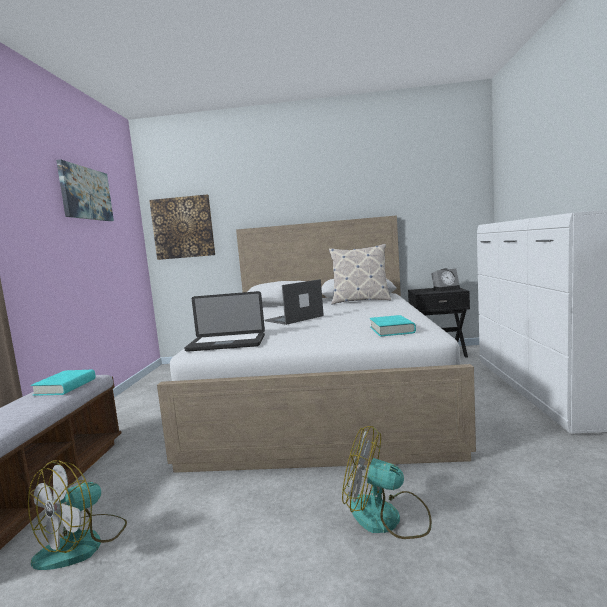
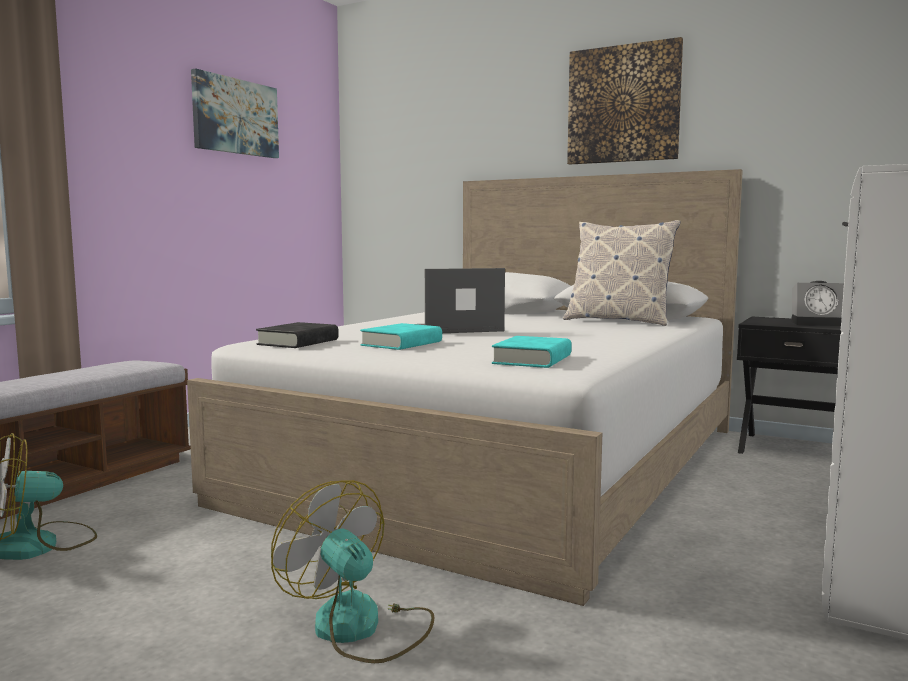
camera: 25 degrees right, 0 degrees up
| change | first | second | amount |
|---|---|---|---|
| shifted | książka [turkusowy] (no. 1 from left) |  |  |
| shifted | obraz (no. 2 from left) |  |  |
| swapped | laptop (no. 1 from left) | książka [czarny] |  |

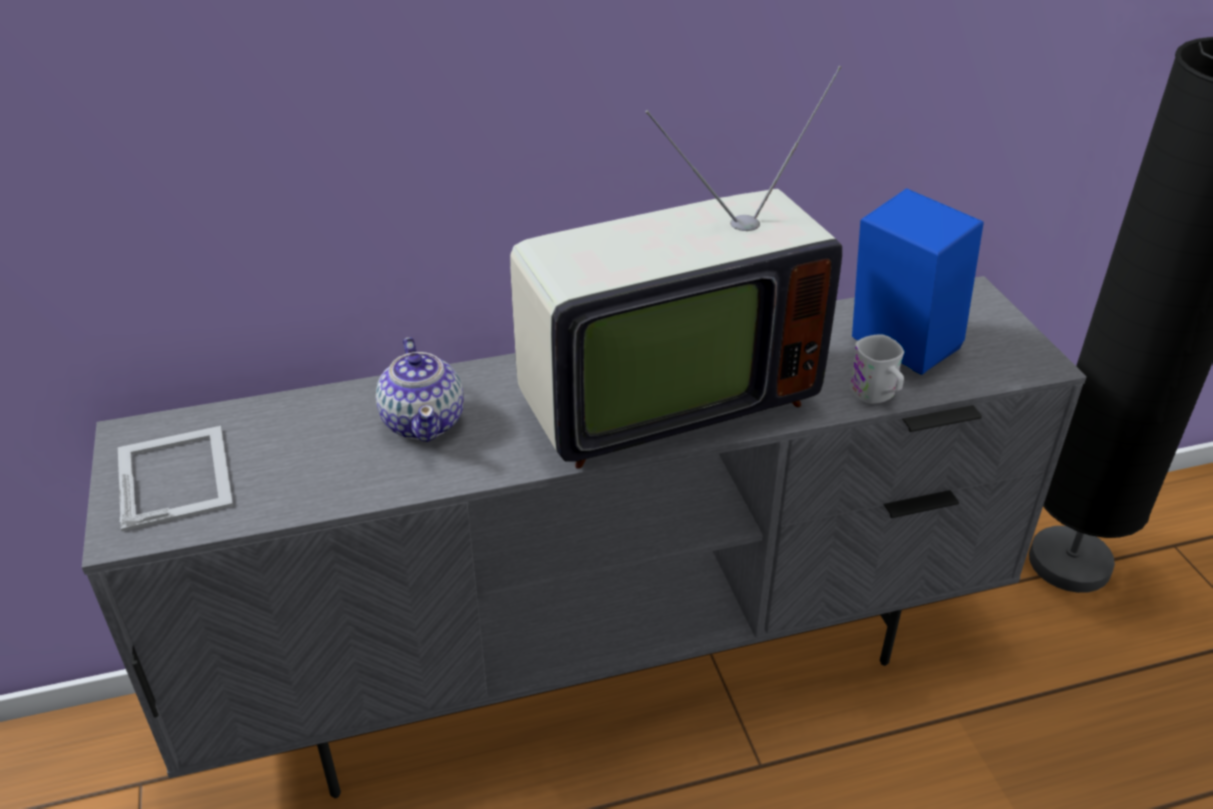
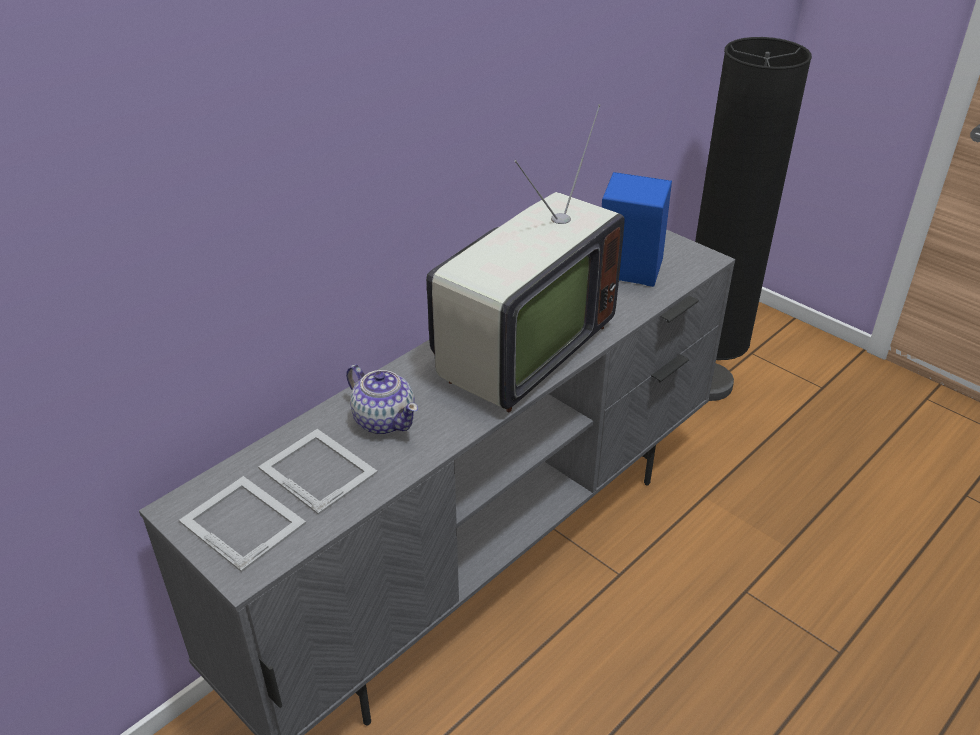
camera: 30 degrees left, 0 degrees up
| change | first | second | amount |
|---|---|---|---|
| gone | kubek [biały] |  |  |
| new |  | ramka na zdjęcie (no. 2 from left) |  |

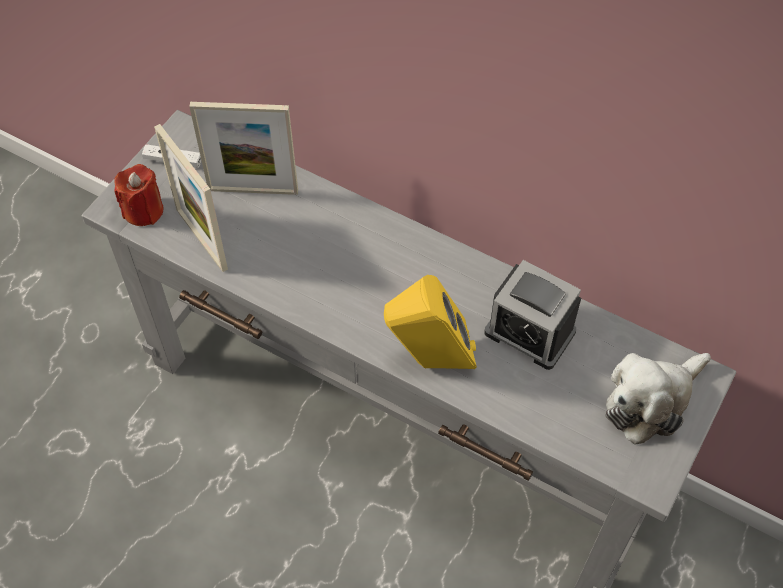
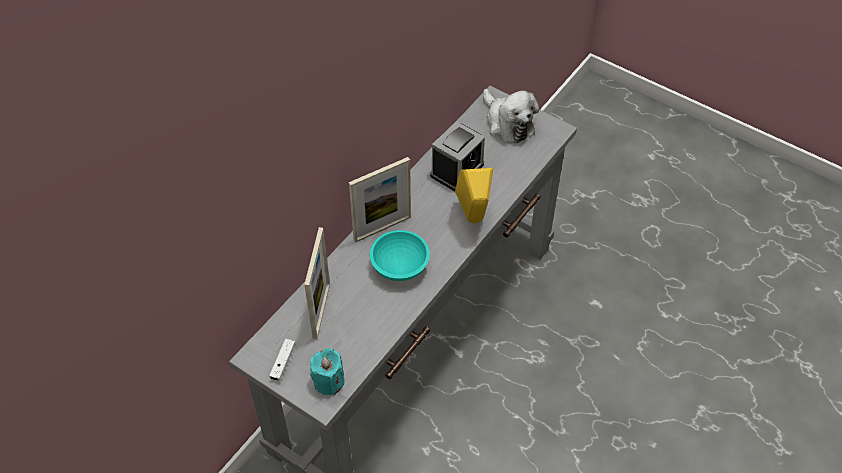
camera: 85 degrees left, 5 degrees down
| change | first | second | amount |
|---|---|---|---|
| new |  | miska [turkusowy] |  |
| shifted | ramka na zdjęcie (no. 1 from left in the first image) | ramka na zdjęcie (no. 2 from left) |  |
| repainted | świeca [czerwony] | świeca [turkusowy] |  |

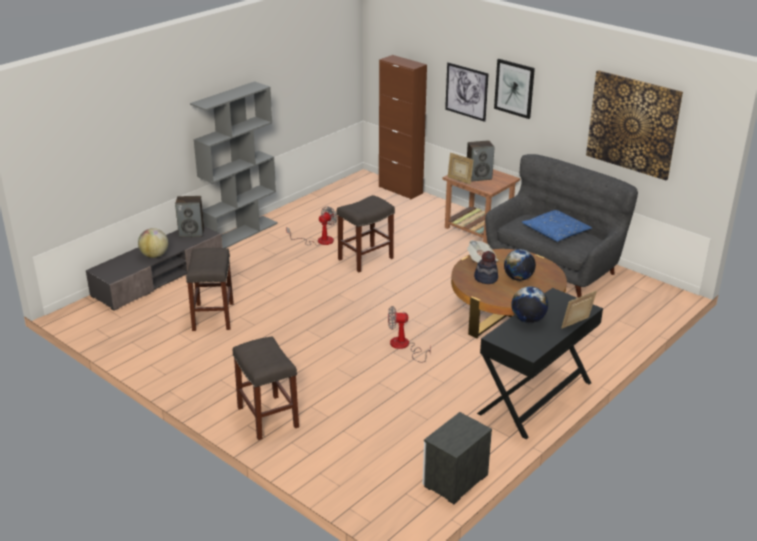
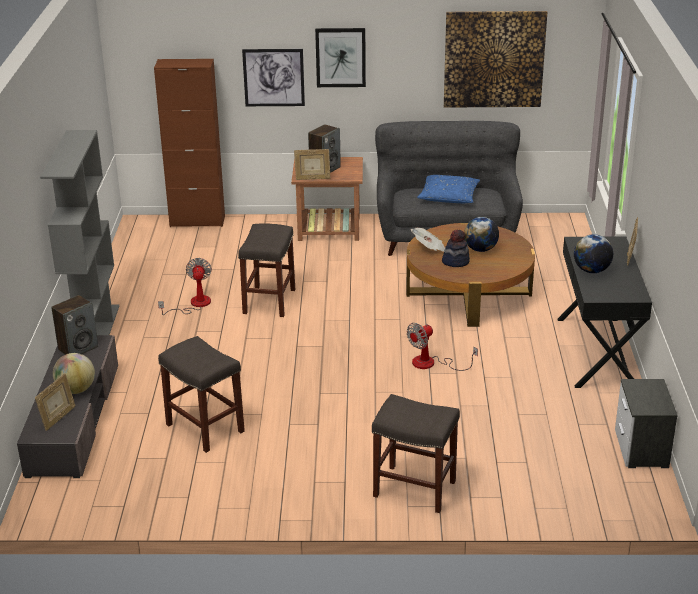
camera: 40 degrees left, 0 degrees up
| change | first | second | amount |
|---|---|---|---|
| new |  | ramka na zdjęcie (no. 1 from left) |  |

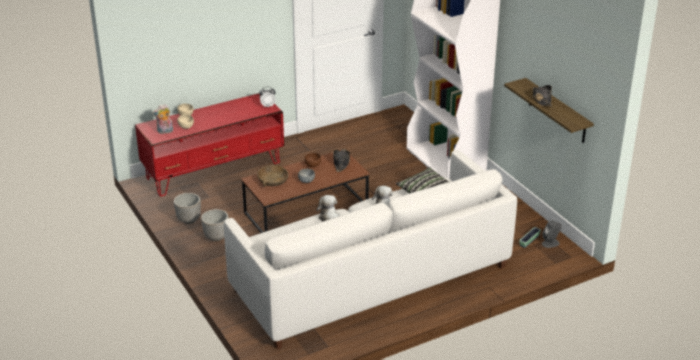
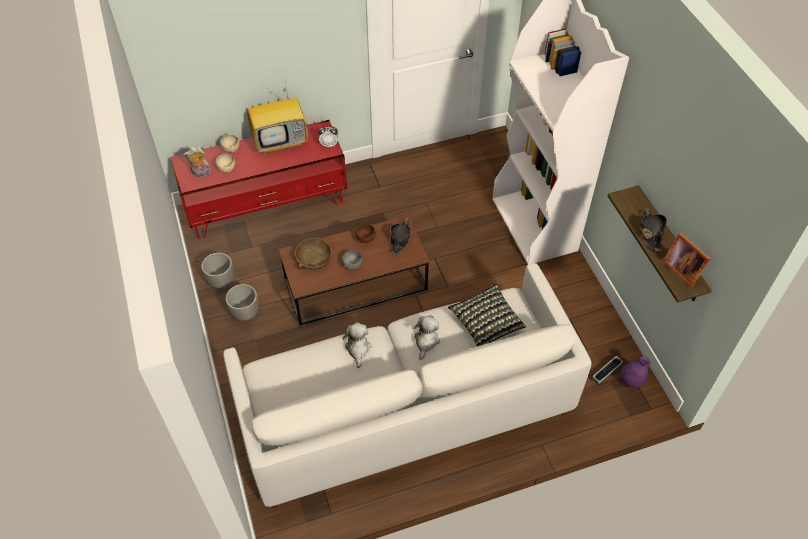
camera: 10 degrees right, 20 degrees up
| change | first | second | amount |
|---|---|---|---|
| new |  | telewizor |  |
| new |  | ramka na zdjęcie |  |
| swapped | głośnik [szary] | wazon [fioletowy] |  |

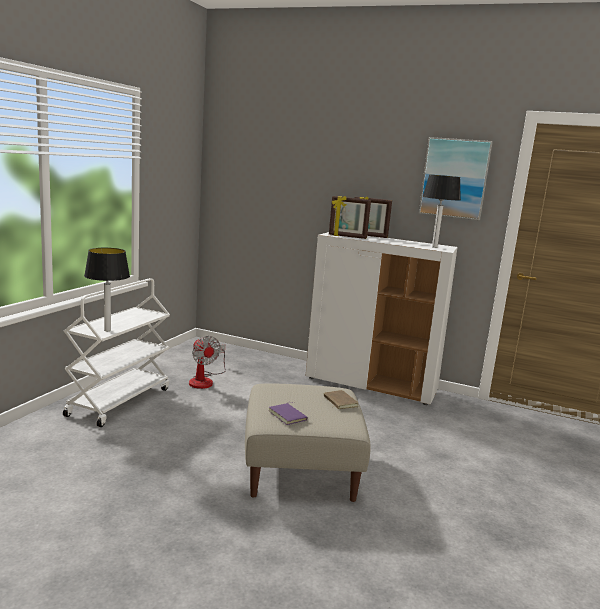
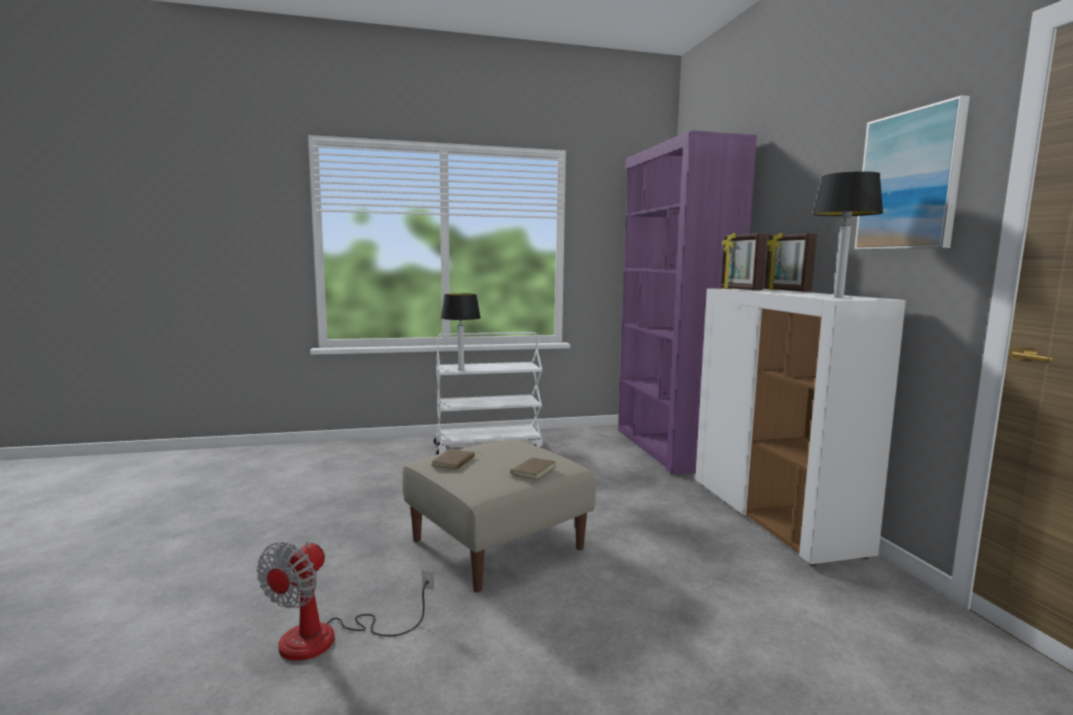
camera: 55 degrees right, 5 degrees down
| change | first | second | amount |
|---|---|---|---|
| new |  | regał [fioletowy] |  |
| shifted | wentylator |  |  |
| repainted | książka [fioletowy] | książka [brązowy] (no. 1 from left) |  |

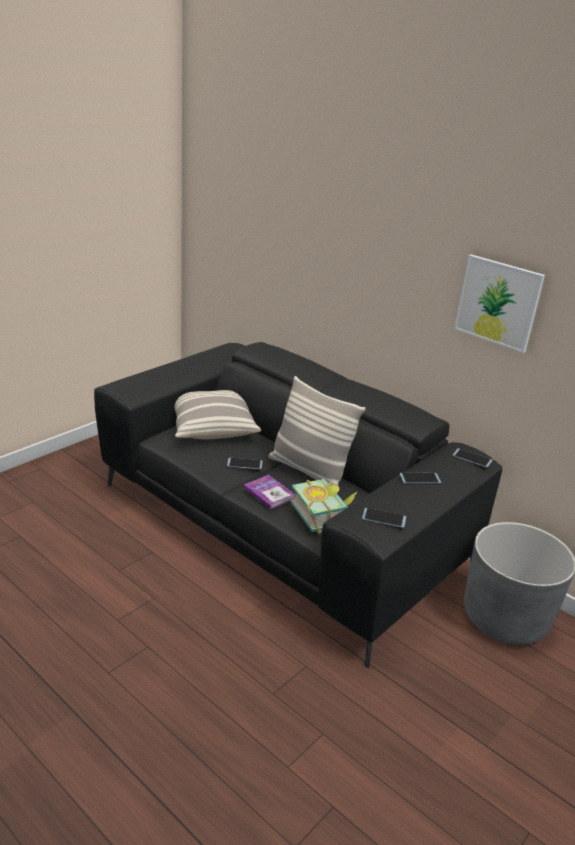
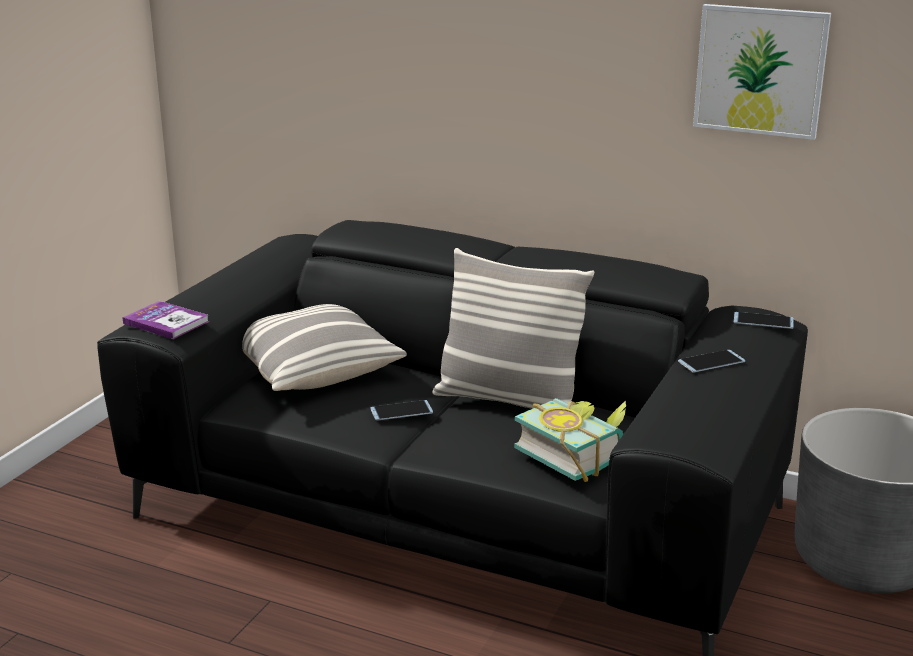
camera: 15 degrees left, 5 degrees down
| change | first | second | amount |
|---|---|---|---|
| gone | telefon (no. 2 from left) |  |  |
| shifted | książka (no. 1 from left) |  |  |

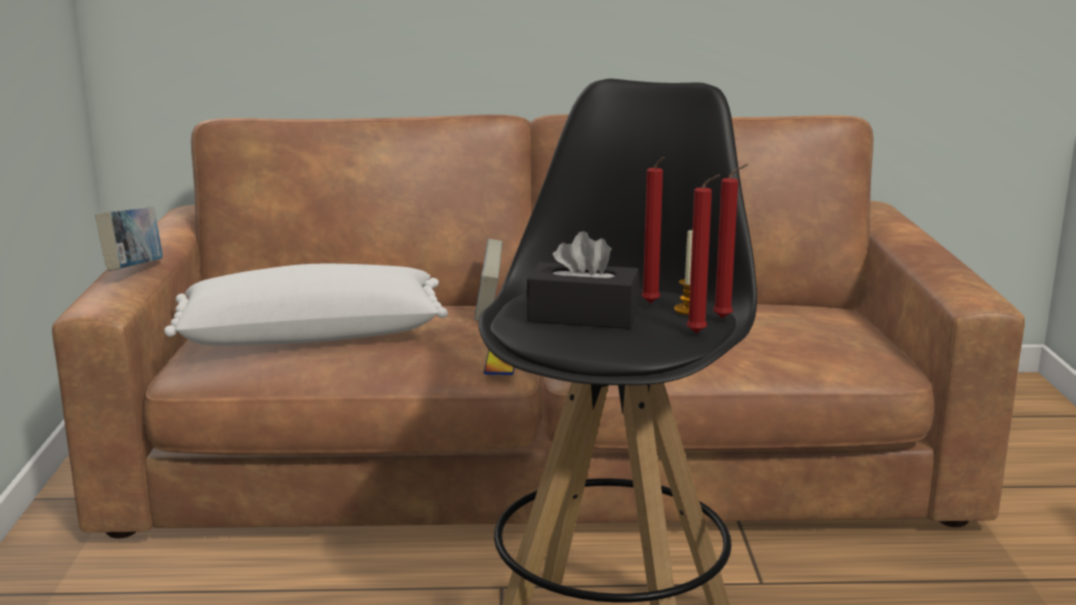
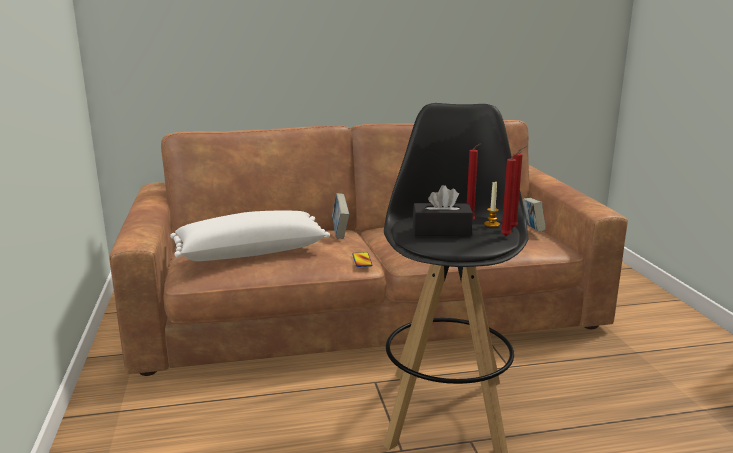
camera: 10 degrees left, 0 degrees up
| change | first | second | amount |
|---|---|---|---|
| shifted | książka (no. 1 from left in the first image) | książka (no. 2 from left) |  |

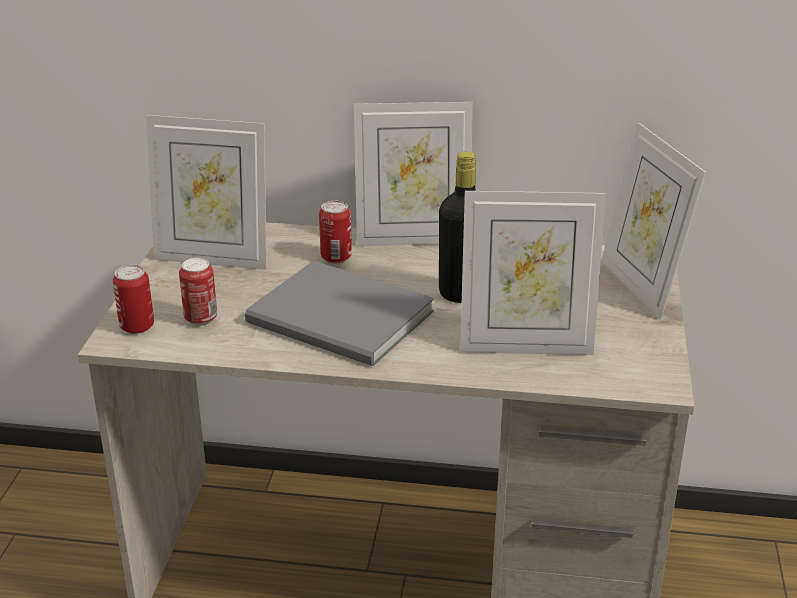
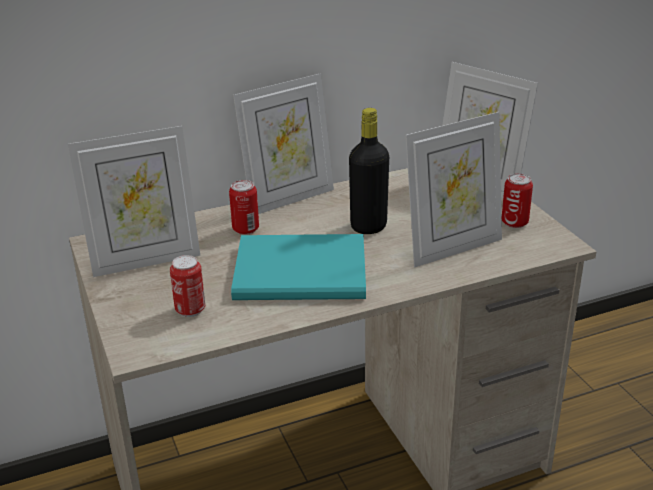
camera: 30 degrees left, 0 degrees up
| change | first | second | amount |
|---|---|---|---|
| shifted | puszka (no. 1 from left in the first image) | puszka (no. 3 from left) |  |
| repainted | książka [szary] | książka [turkusowy] |  |

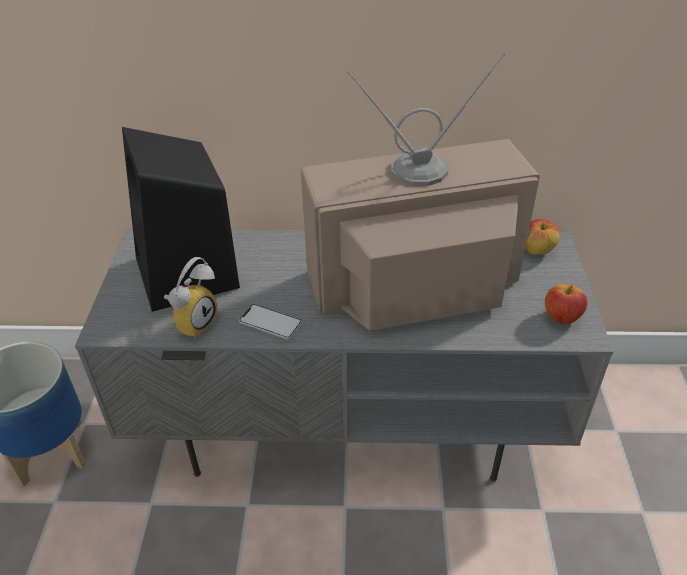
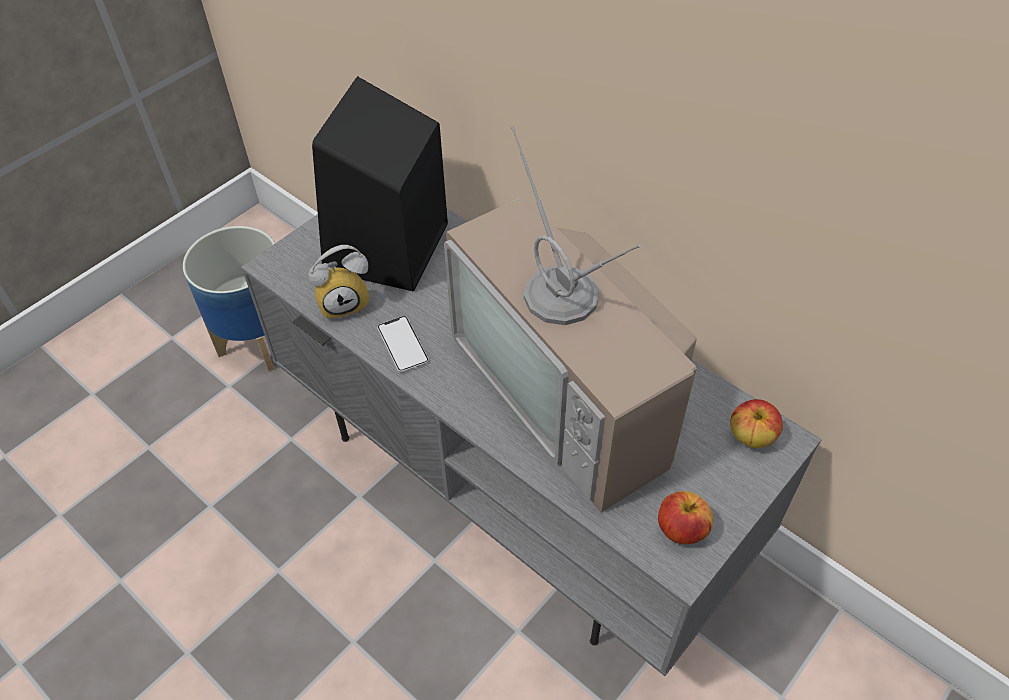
camera: 40 degrees right, 10 degrees up
| change | first | second | amount |
|---|---|---|---|
| rotated | telewizor |  | 150 degrees counterclockwise |

